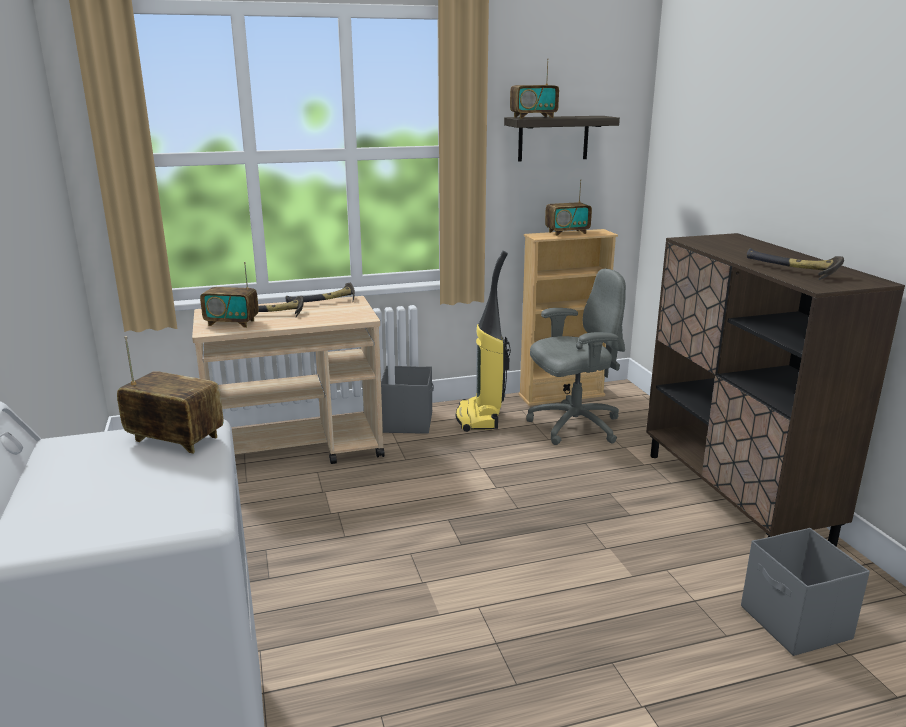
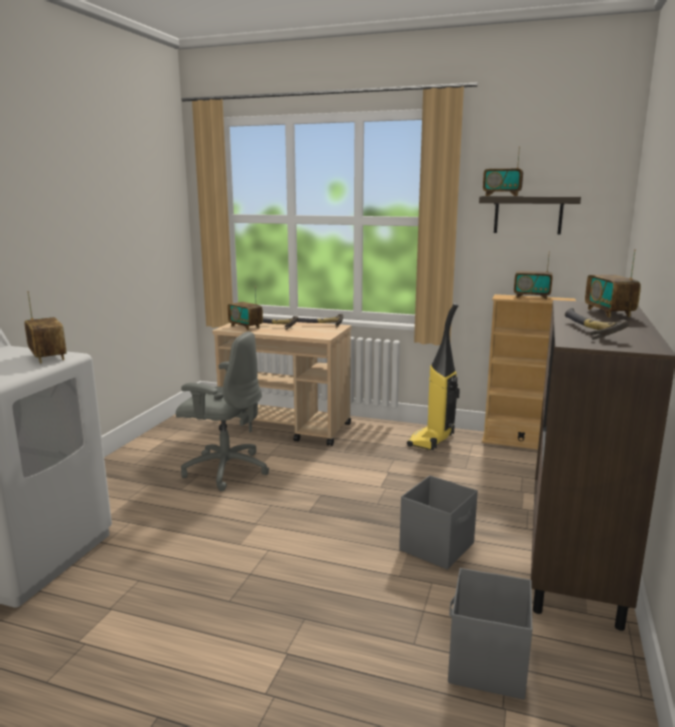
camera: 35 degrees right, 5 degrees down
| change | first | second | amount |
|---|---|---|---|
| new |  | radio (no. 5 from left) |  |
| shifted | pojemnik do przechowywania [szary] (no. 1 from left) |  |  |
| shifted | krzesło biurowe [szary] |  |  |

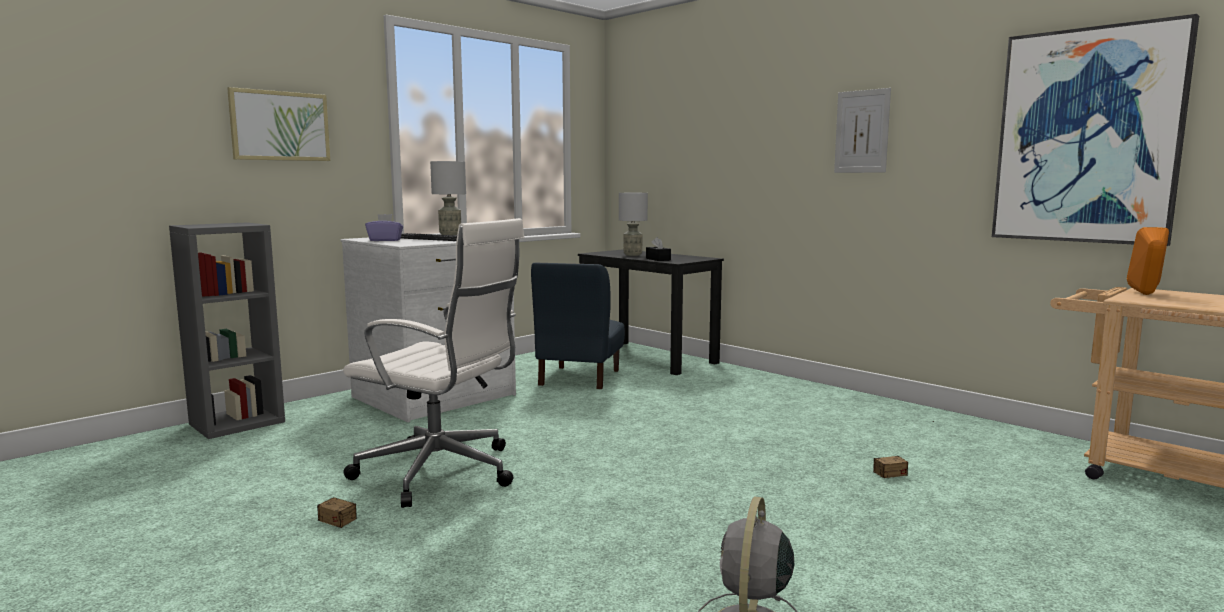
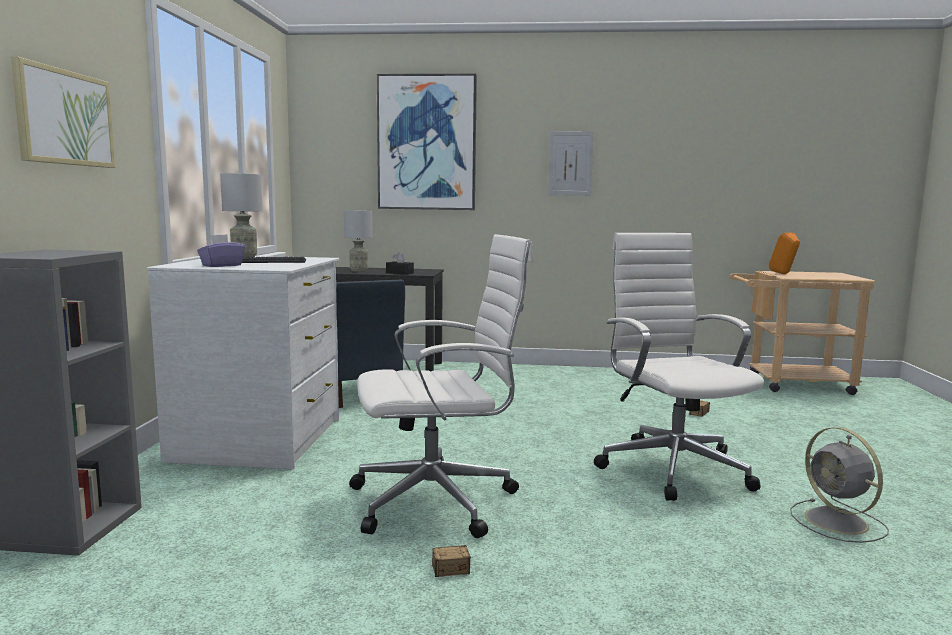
camera: 40 degrees left, 0 degrees up
| change | first | second | amount |
|---|---|---|---|
| new |  | krzesło biurowe [biały] (no. 2 from left) |  |
| shifted | obraz (no. 3 from left in the first image) | obraz (no. 2 from left) |  |

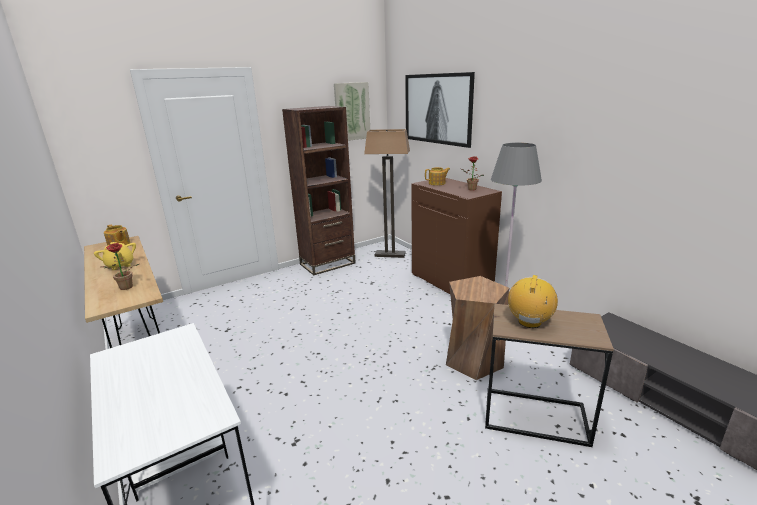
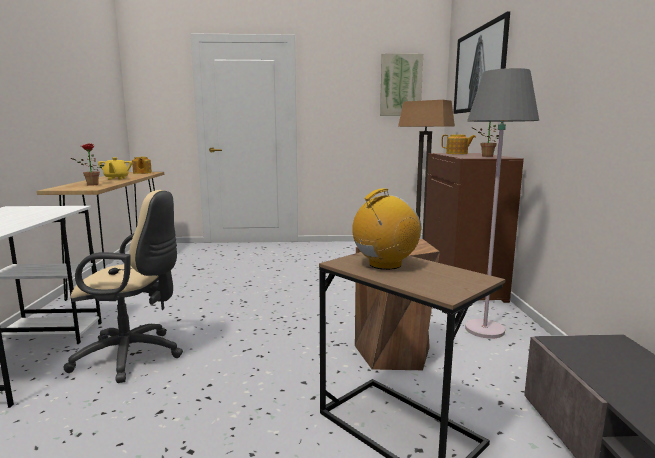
camera: 30 degrees right, 10 degrees down
| change | first | second | amount |
|---|---|---|---|
| gone | regał [brązowy] |  |  |
| new |  | krzesło biurowe [beżowy] |  |

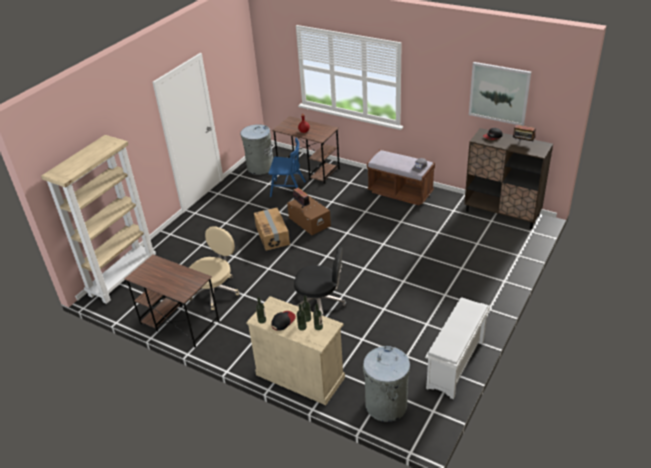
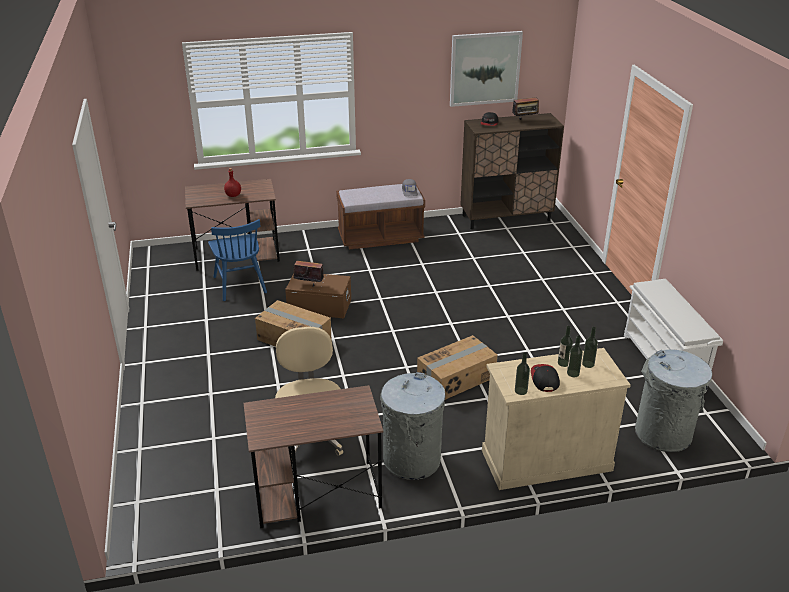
camera: 45 degrees left, 5 degrees down
| change | first | second | amount |
|---|---|---|---|
| gone | regał [beżowy] |  |  |
| shifted | kosz na śmieci [szary] (no. 1 from left) |  |  |
| swapped | krzesło biurowe [czarny] | karton (no. 2 from left) |  |
| rotated | krzesło [niebieski] |  | 105 degrees clockwise |

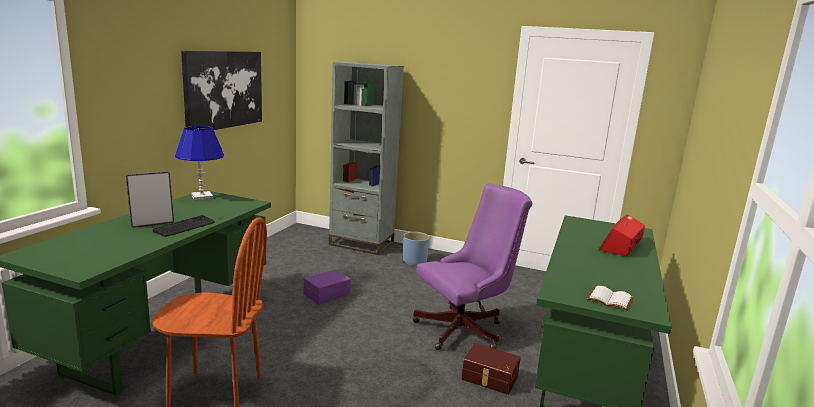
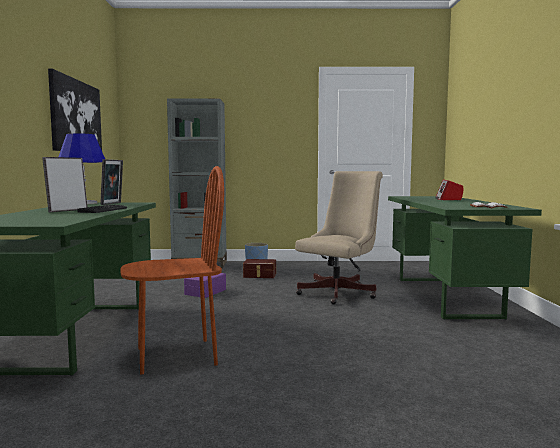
camera: 20 degrees left, 10 degrees down
| change | first | second | amount |
|---|---|---|---|
| new |  | ramka na zdjęcie (no. 2 from left) |  |
| shifted | pojemnik do przechowywania [brązowy] |  |  |
| repainted | krzesło biurowe [fioletowy] | krzesło biurowe [beżowy] |  |

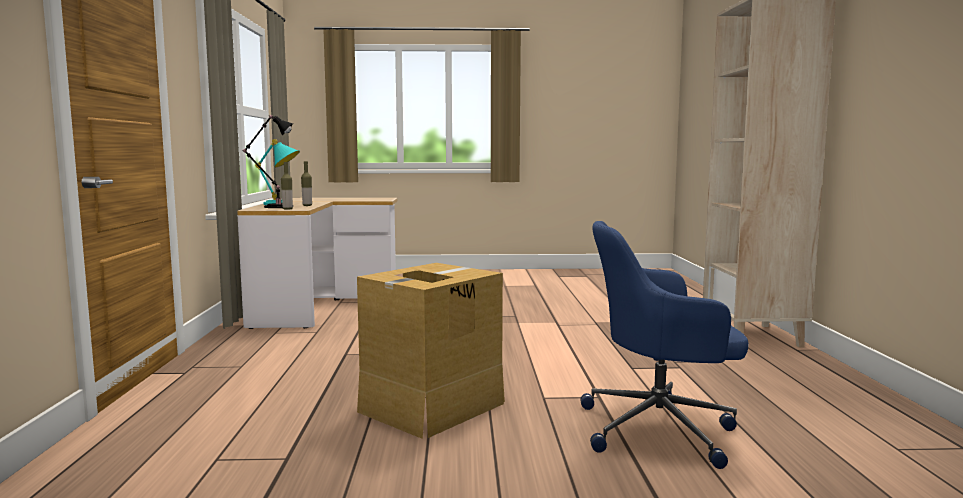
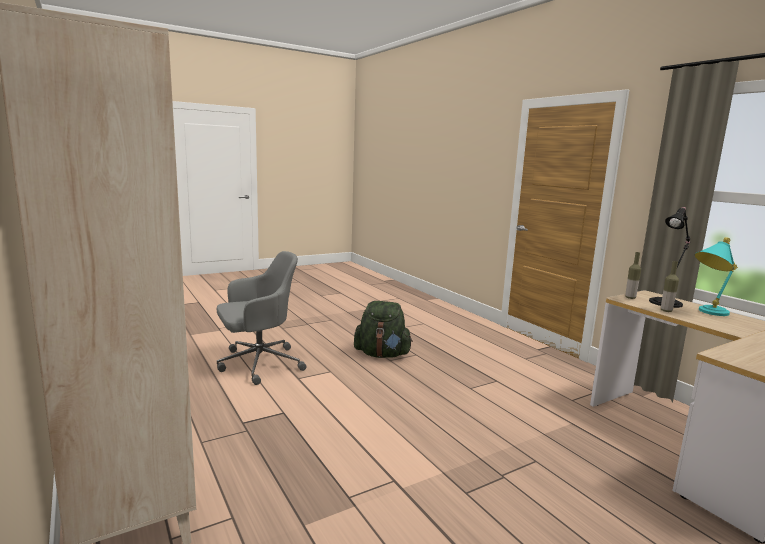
camera: 150 degrees right, 5 degrees up
| change | first | second | amount |
|---|---|---|---|
| swapped | karton | plecak [zielony] |  |
| repainted | krzesło biurowe [niebieski] | krzesło biurowe [szary] |  |

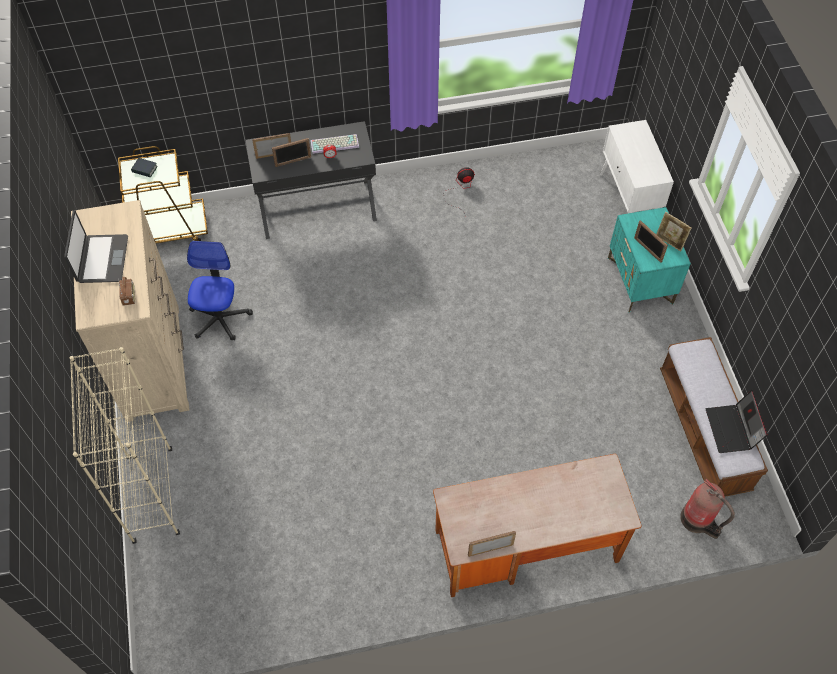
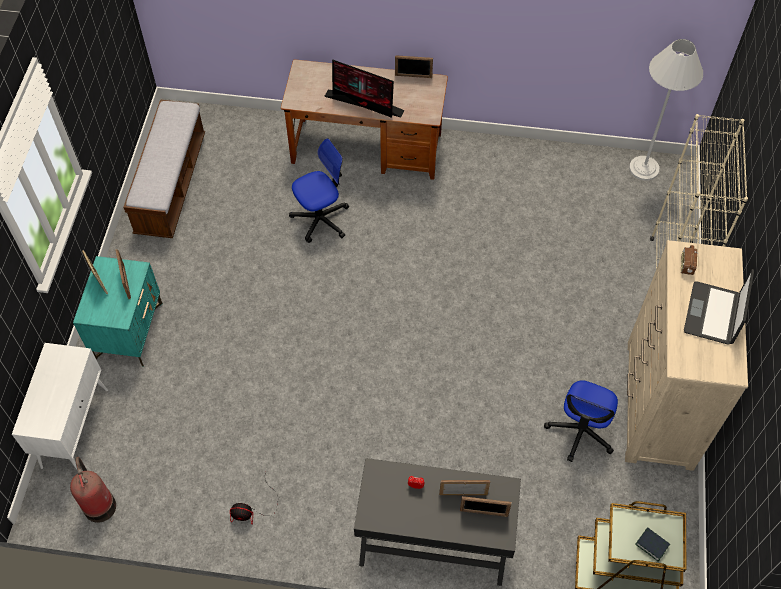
camera: 160 degrees left, 0 degrees up
| change | first | second | amount |
|---|---|---|---|
| gone | klawiatura |  |  |
| gone | laptop (no. 2 from left) |  |  |
| new |  | krzesło biurowe (no. 1 from left) |  |
| new |  | monitor |  |
| new |  | lampa stojąca [biały] |  |
| shifted | gaśnica |  |  |

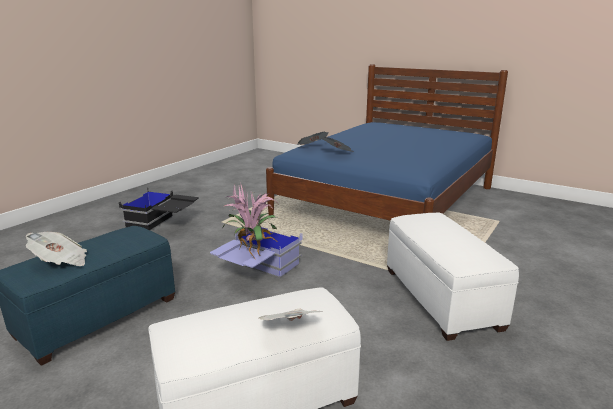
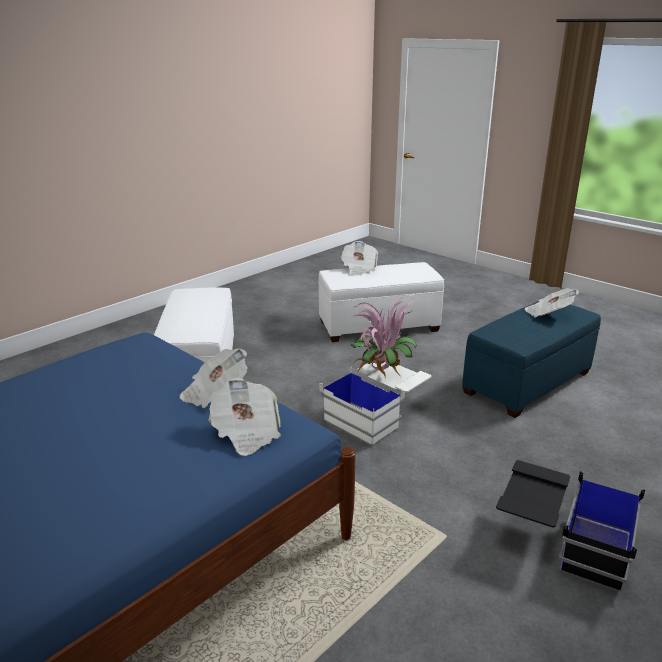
camera: 170 degrees left, 5 degrees up
| change | first | second | amount |
|---|---|---|---|
| repainted | pojemnik do przechowywania [niebieski] | pojemnik do przechowywania [biały] |  |

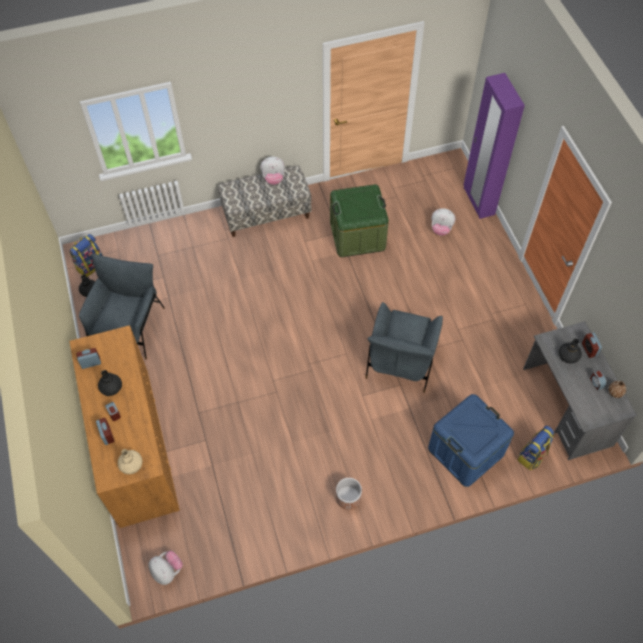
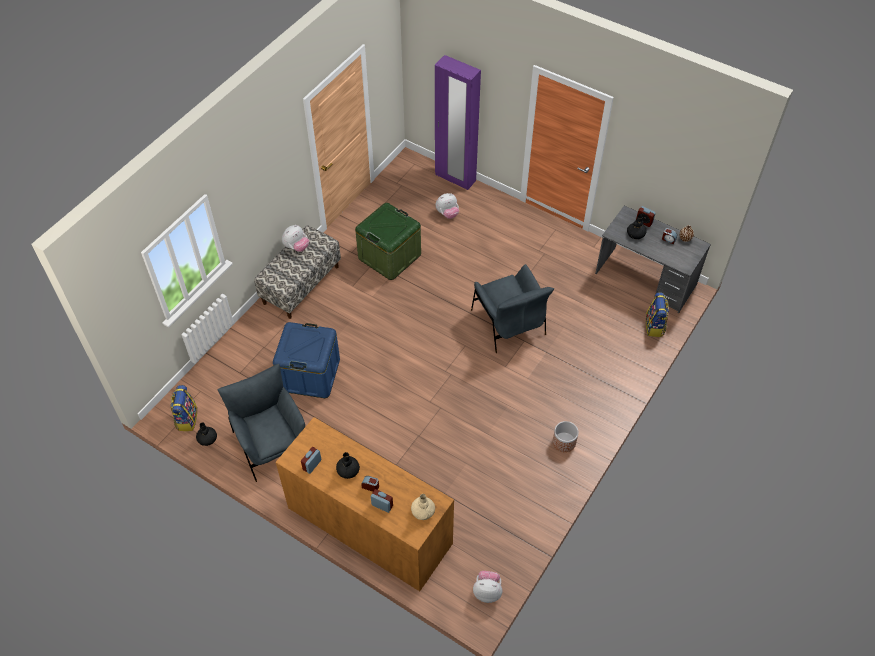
camera: 40 degrees left, 5 degrees down
| change | first | second | amount |
|---|---|---|---|
| shifted | pojemnik do przechowywania [niebieski] |  |  |

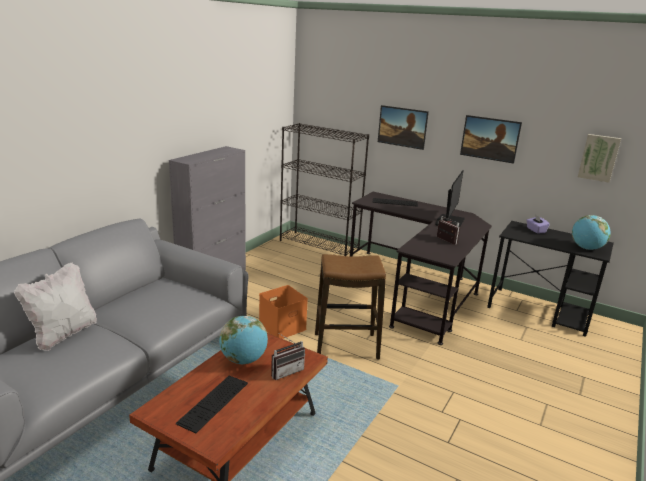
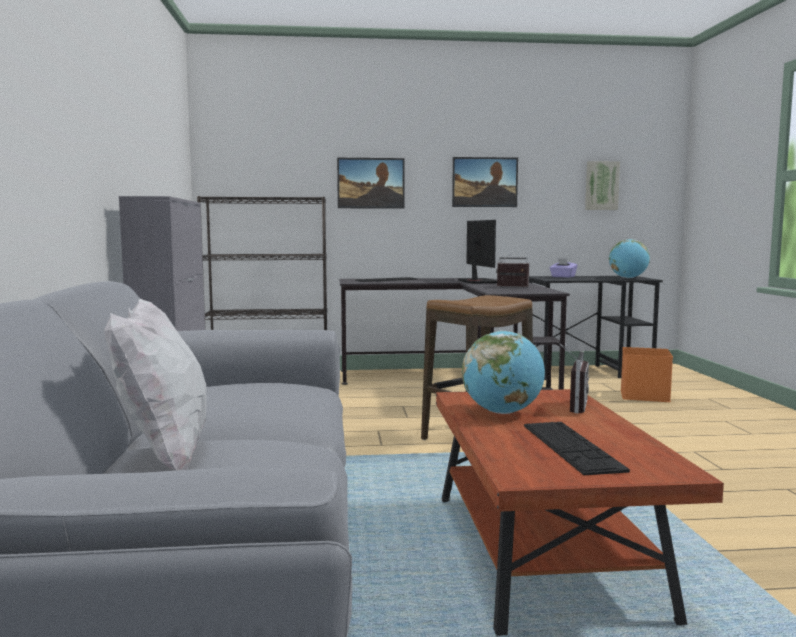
camera: 35 degrees left, 15 degrees down
| change | first | second | amount |
|---|---|---|---|
| shifted | pojemnik do przechowywania [pomarańczowy] |  |  |

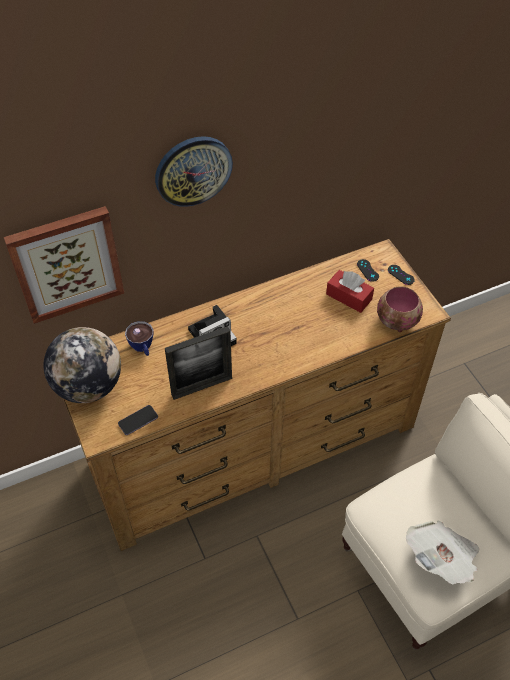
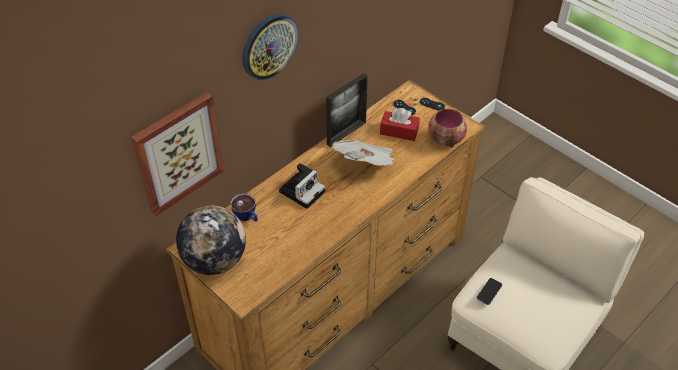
camera: 20 degrees left, 5 degrees down
| change | first | second | amount |
|---|---|---|---|
| shifted | telefon |  |  |
| shifted | ramka na zdjęcie |  |  |
| shifted | gazeta |  |  |

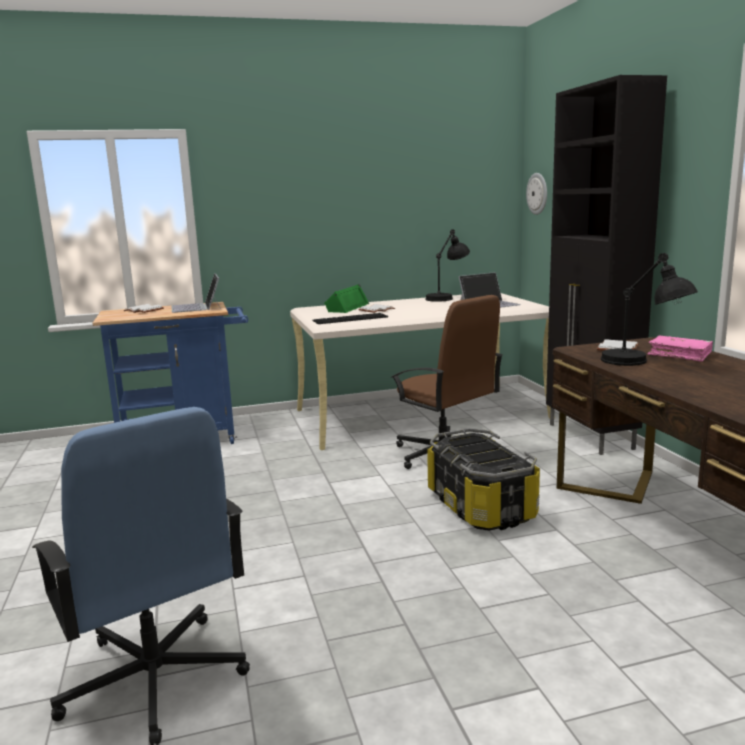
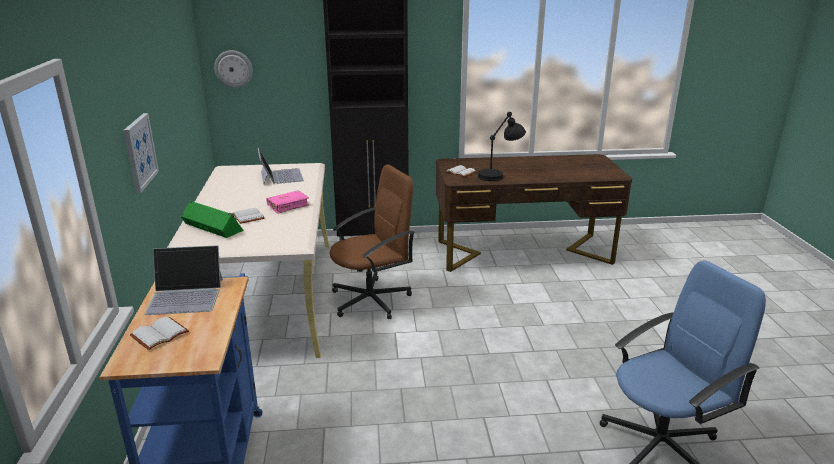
camera: 80 degrees left, 10 degrees up
| change | first | second | amount |
|---|---|---|---|
| gone | klawiatura |  |  |
| gone | lampa stołowa [czarny] (no. 1 from left) |  |  |
| gone | pojemnik do przechowywania |  |  |
| new |  | obraz |  |
| shifted | książka [różowy] |  |  |

